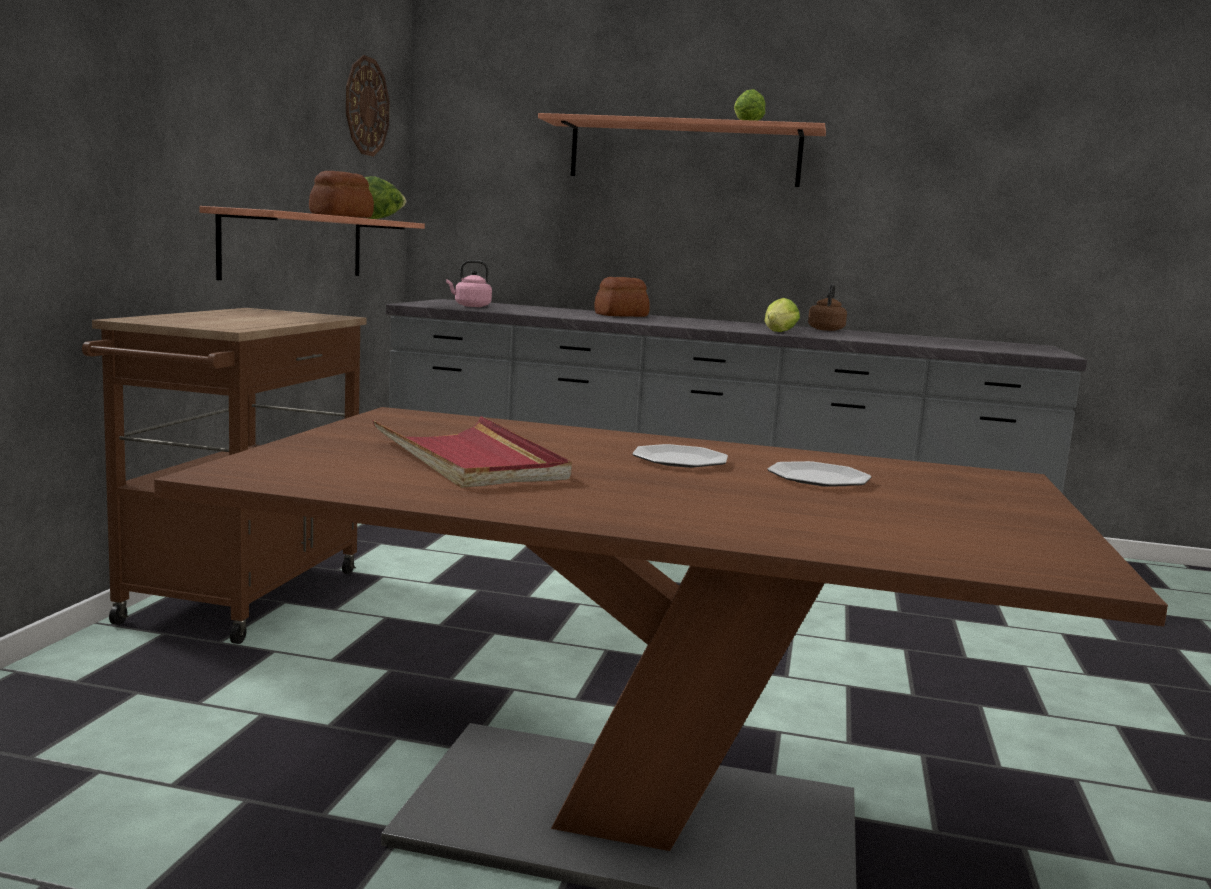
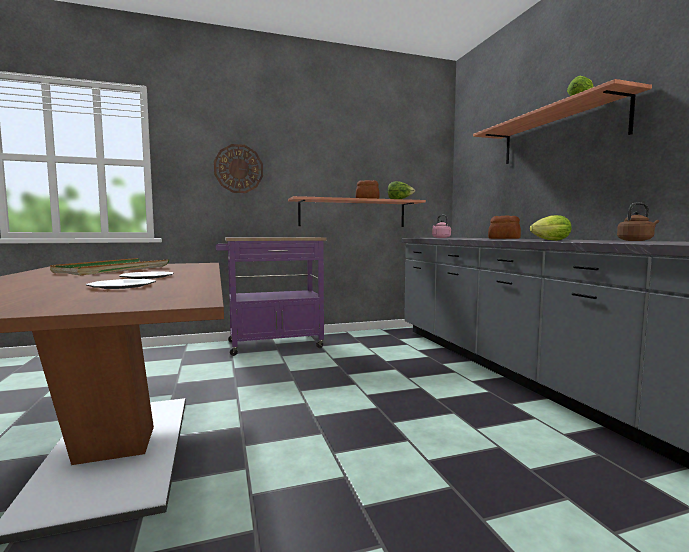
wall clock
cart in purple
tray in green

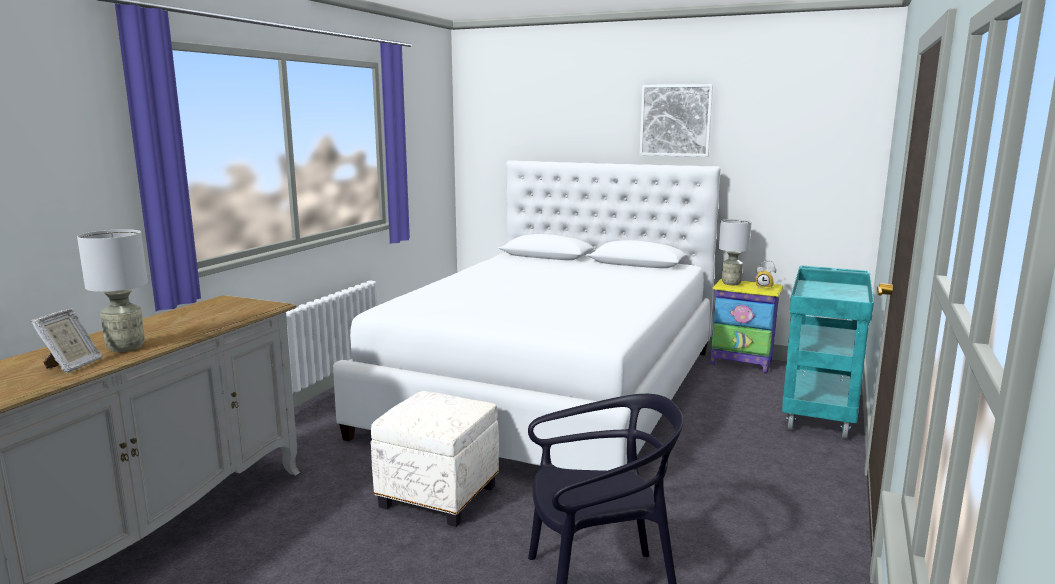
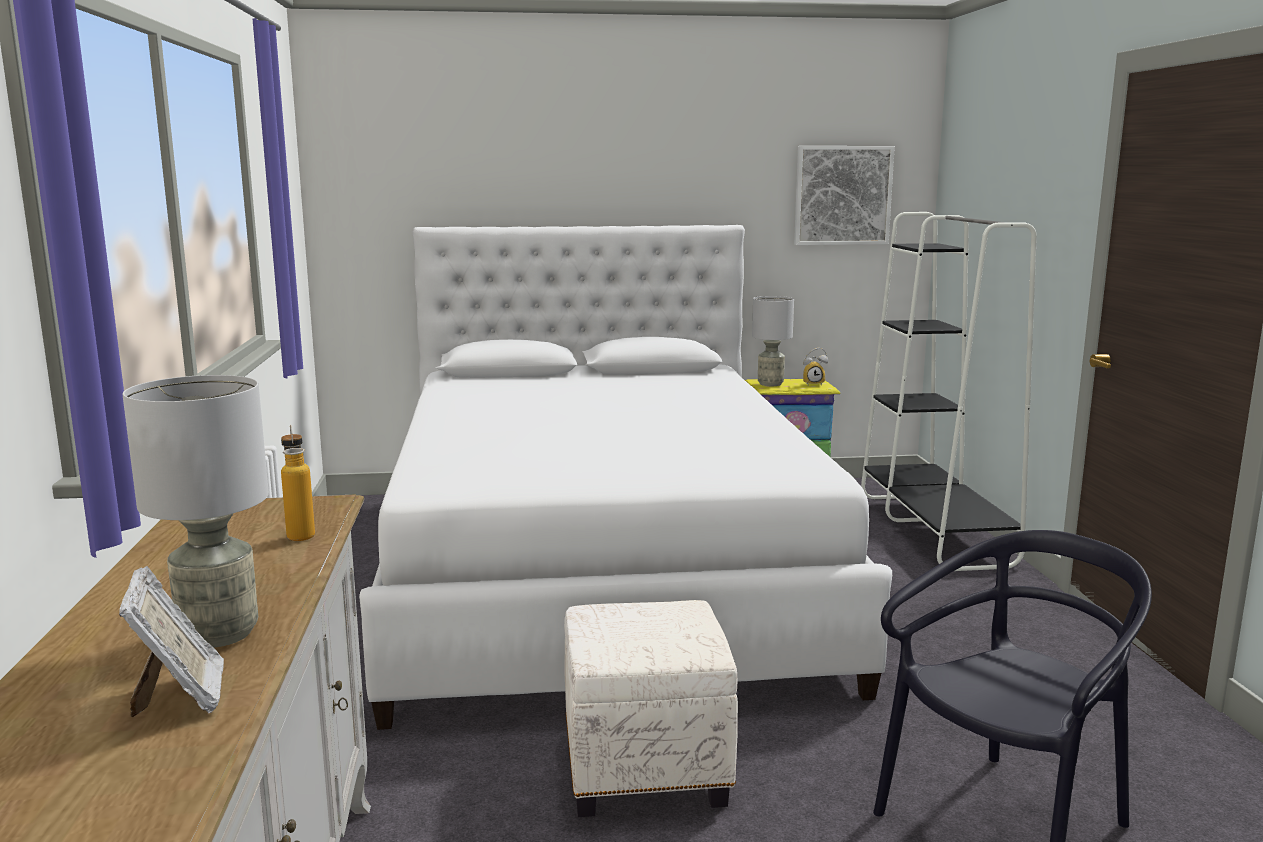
bottle
picture
clothes rack in black

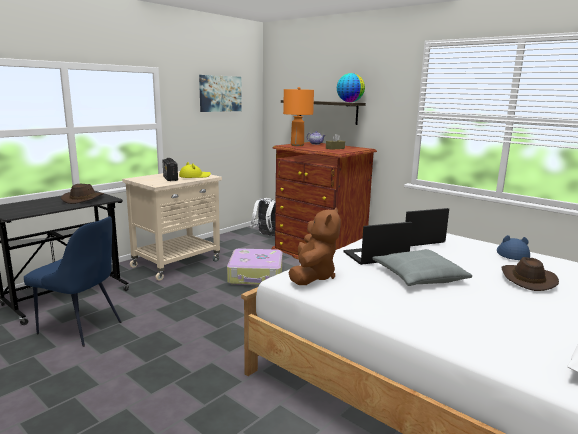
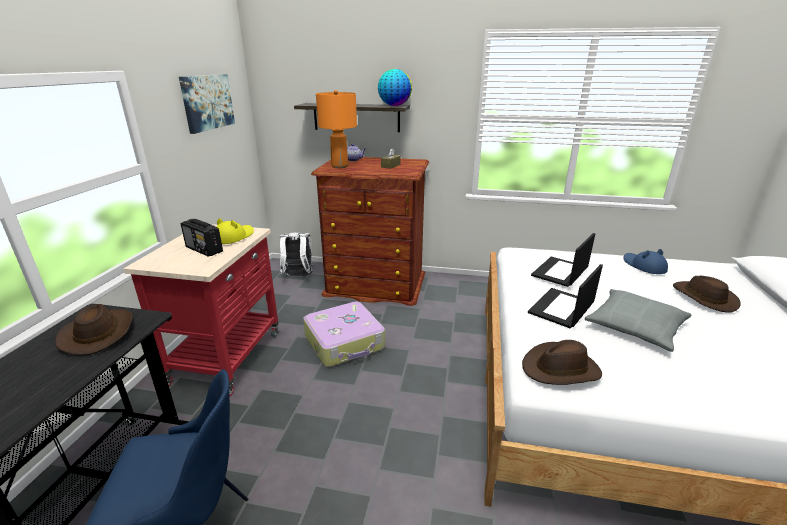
hat in brown (2nd from left)
cart in red

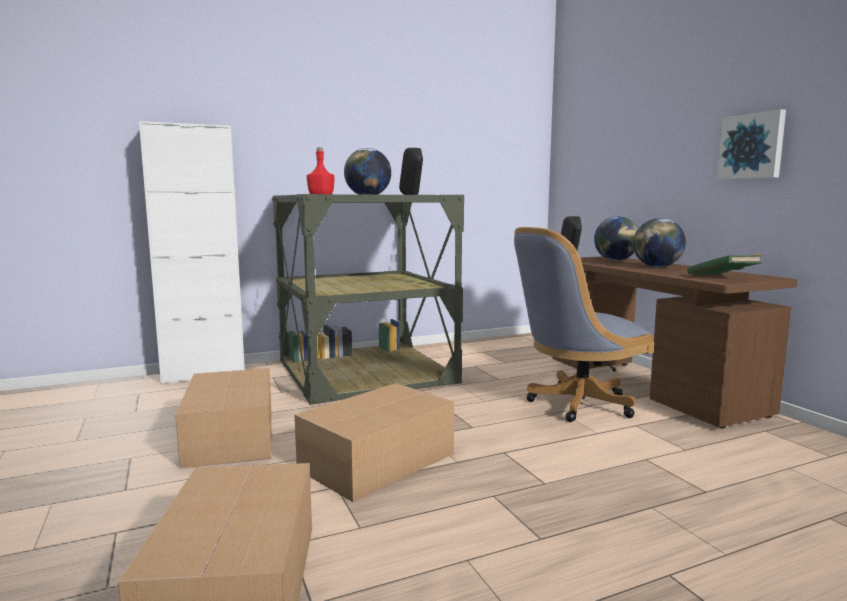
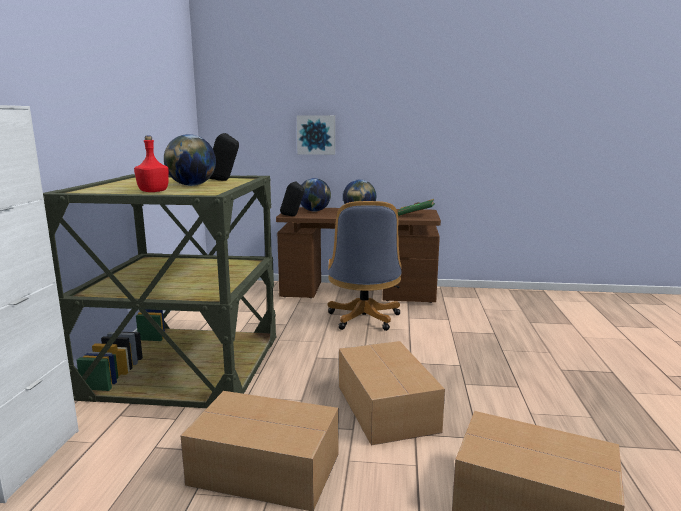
picture

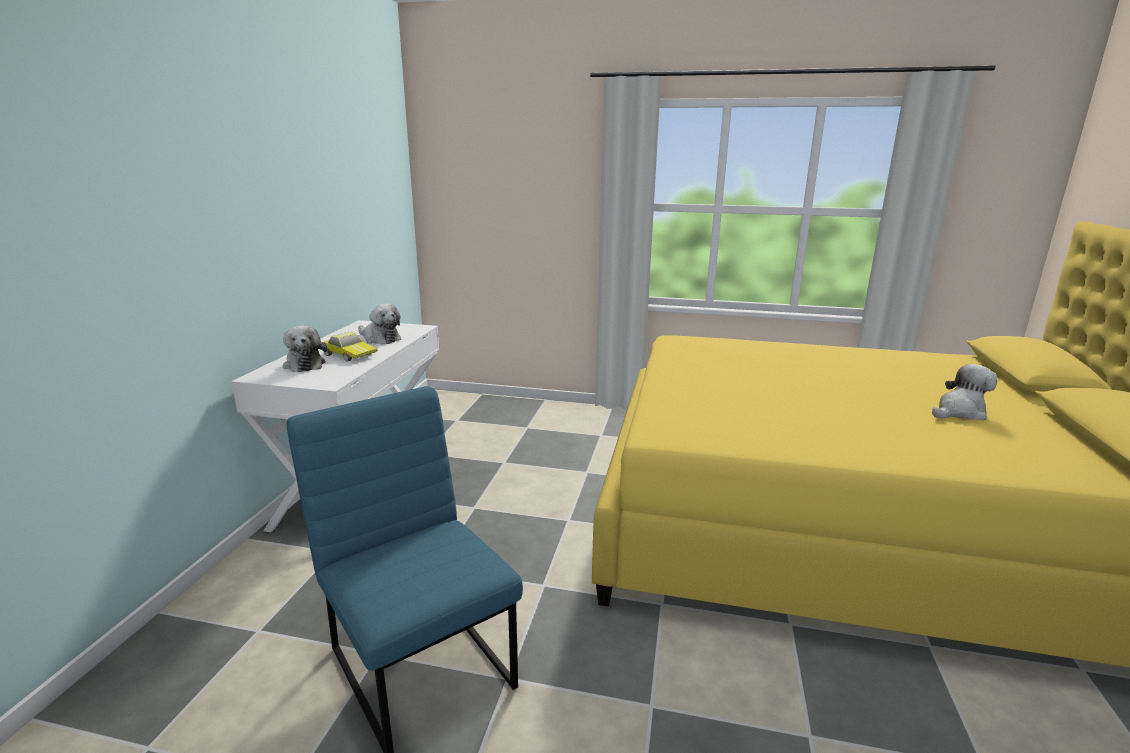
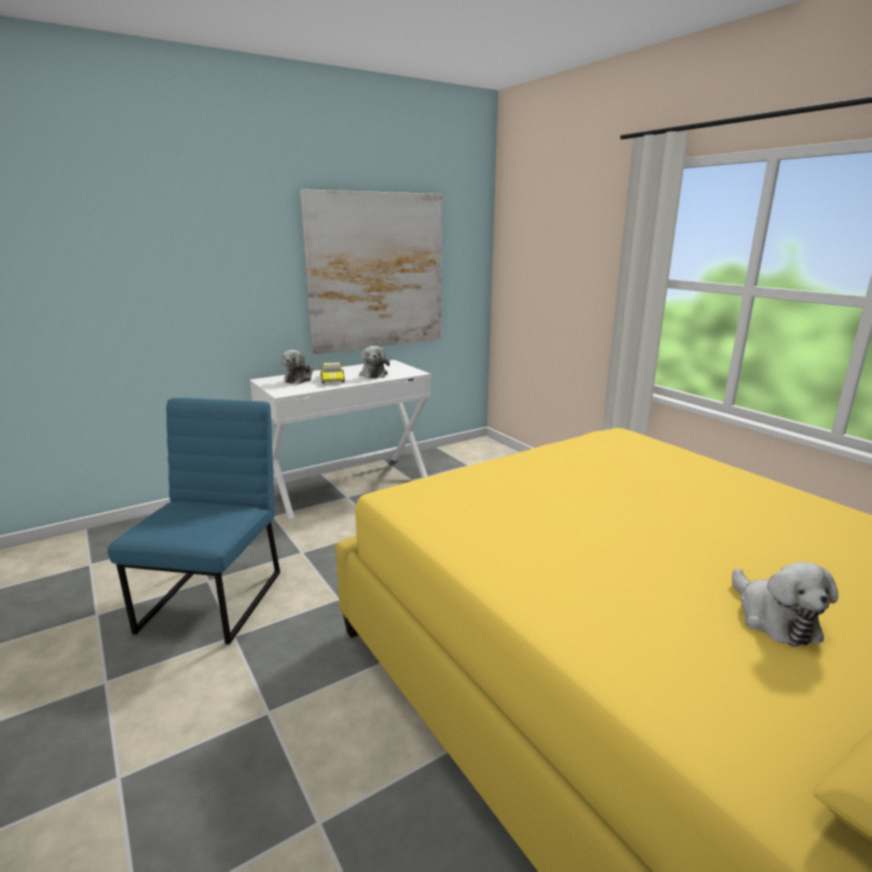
picture
plush toy (3rd from left)

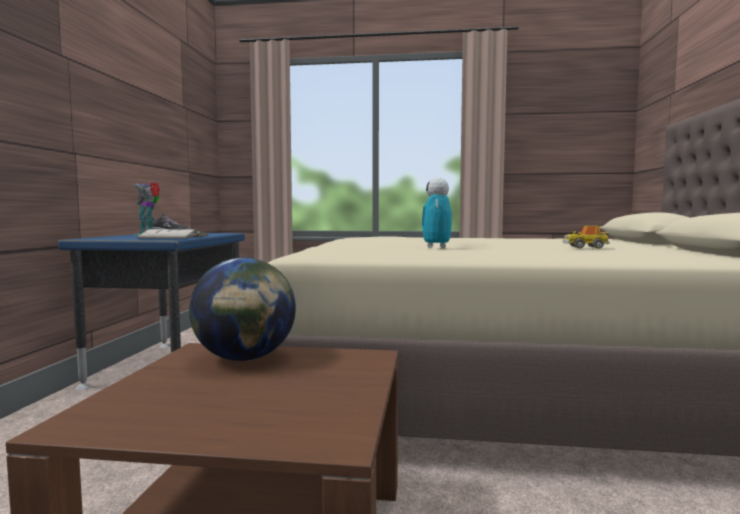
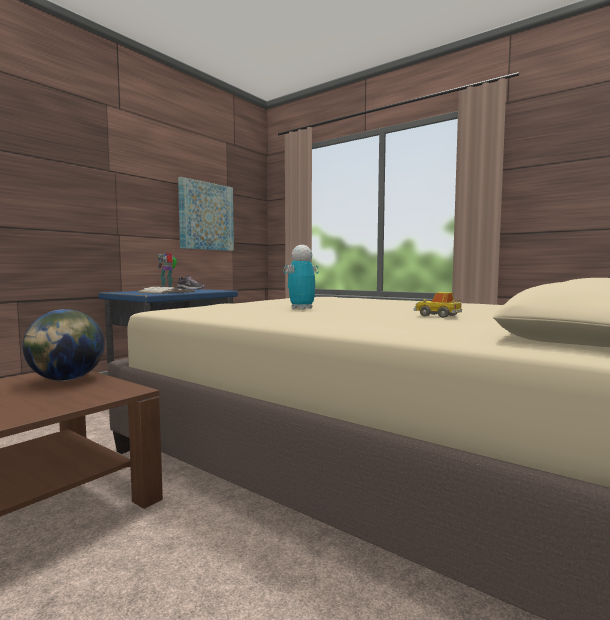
picture

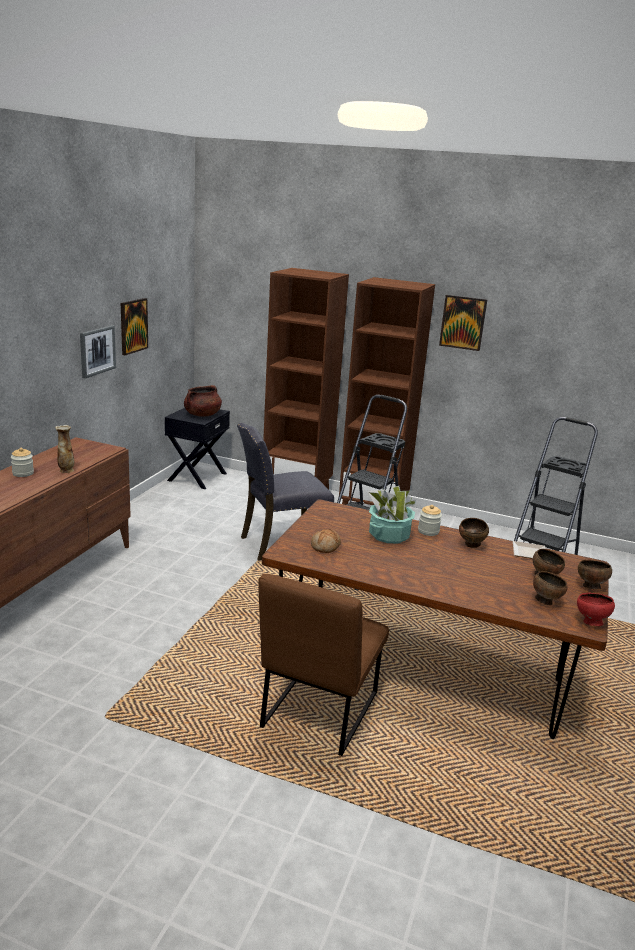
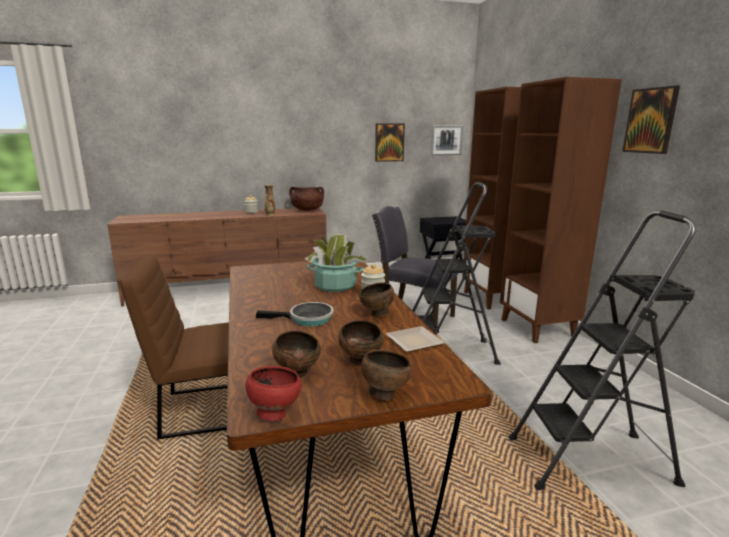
bread
frying pan
picture (2nd from left)
cooking pot in brown

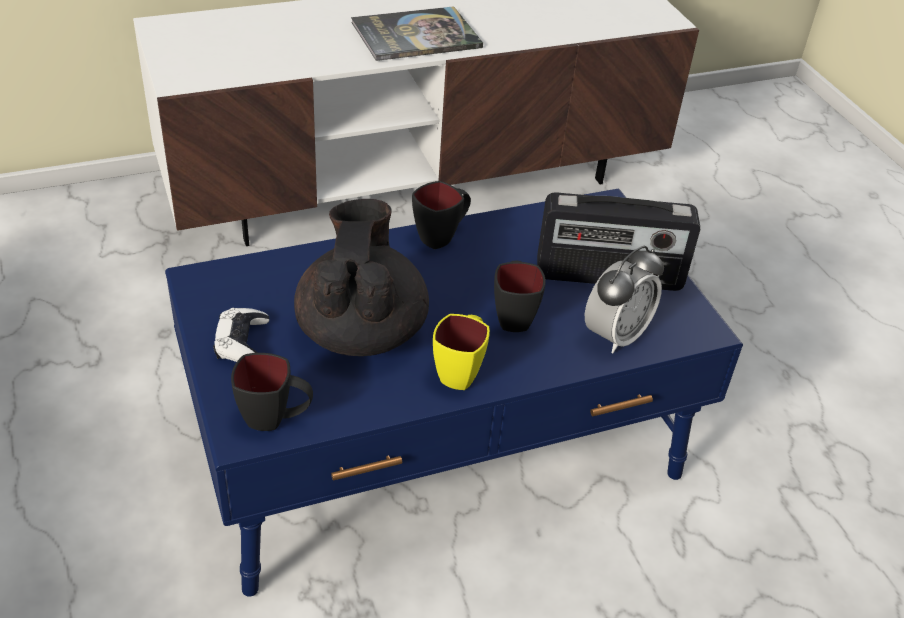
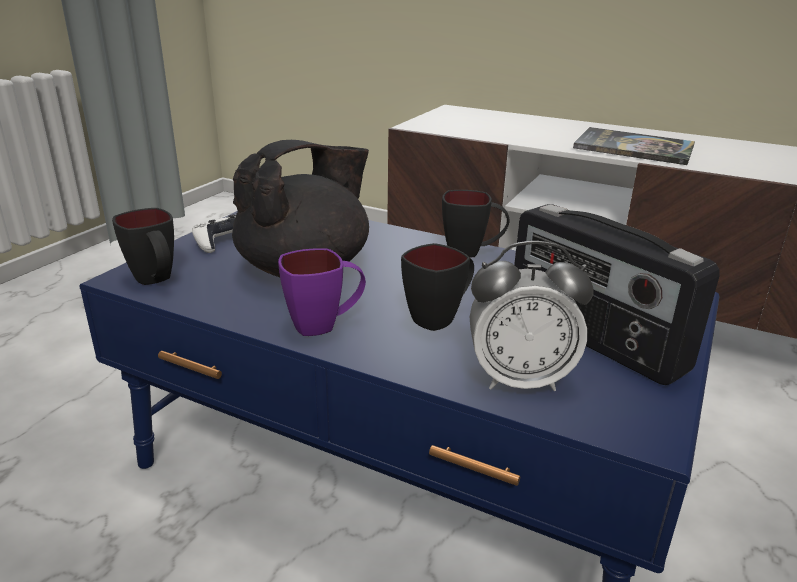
mug in purple

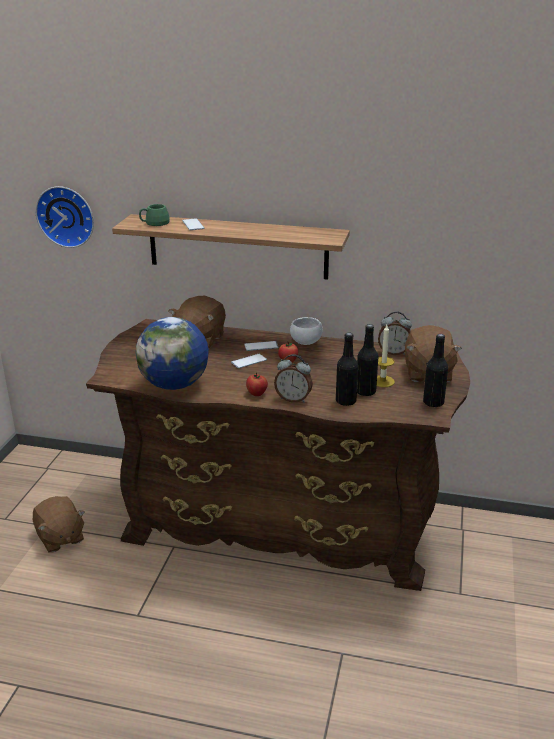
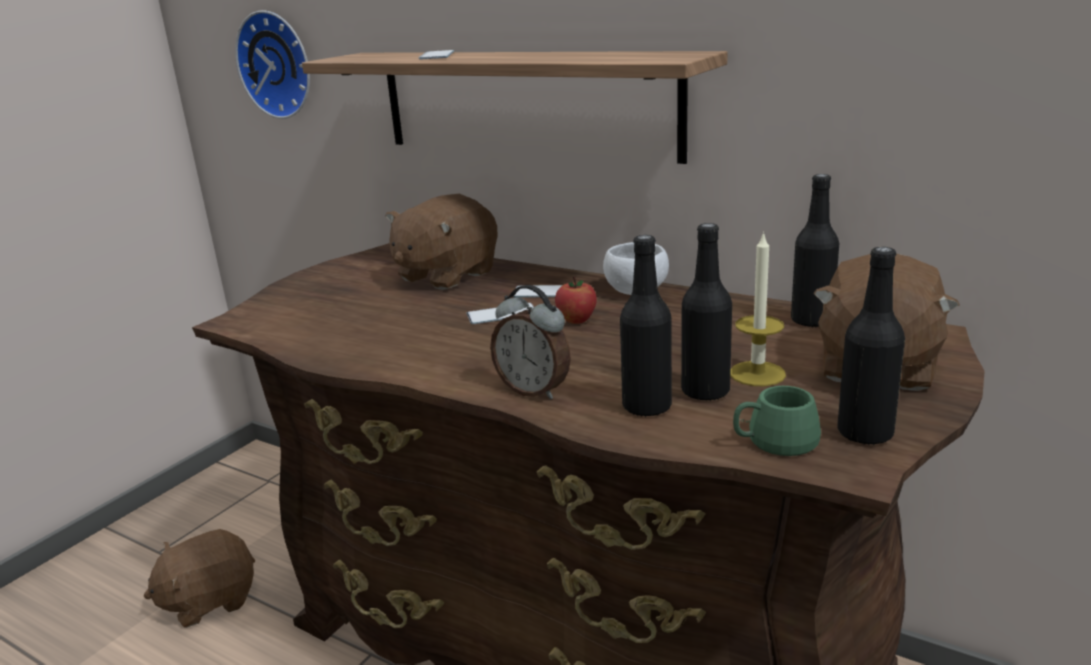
globe
apple (1st from left in the first image)
mug in green
bottle in black (3rd from left)
plush toy in brown (1st from left)

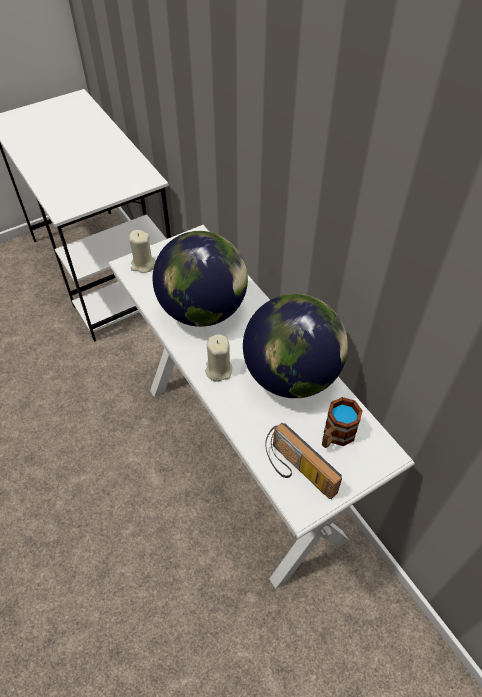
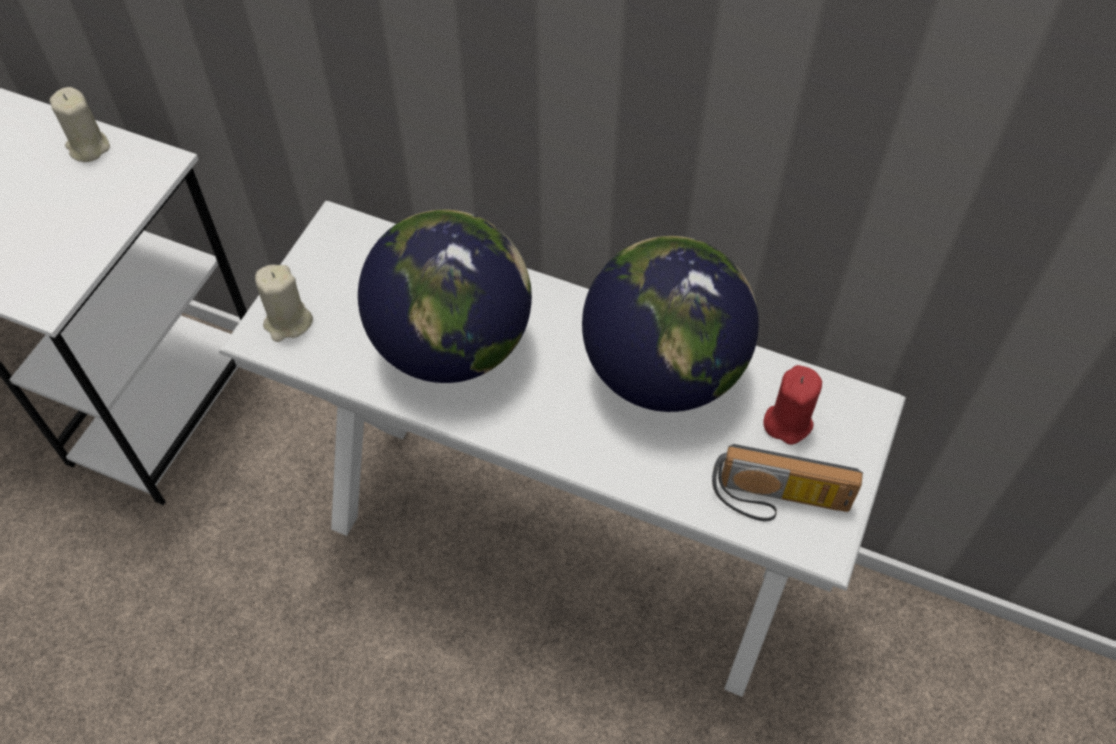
candle in beige (1st from left)
candle in red

